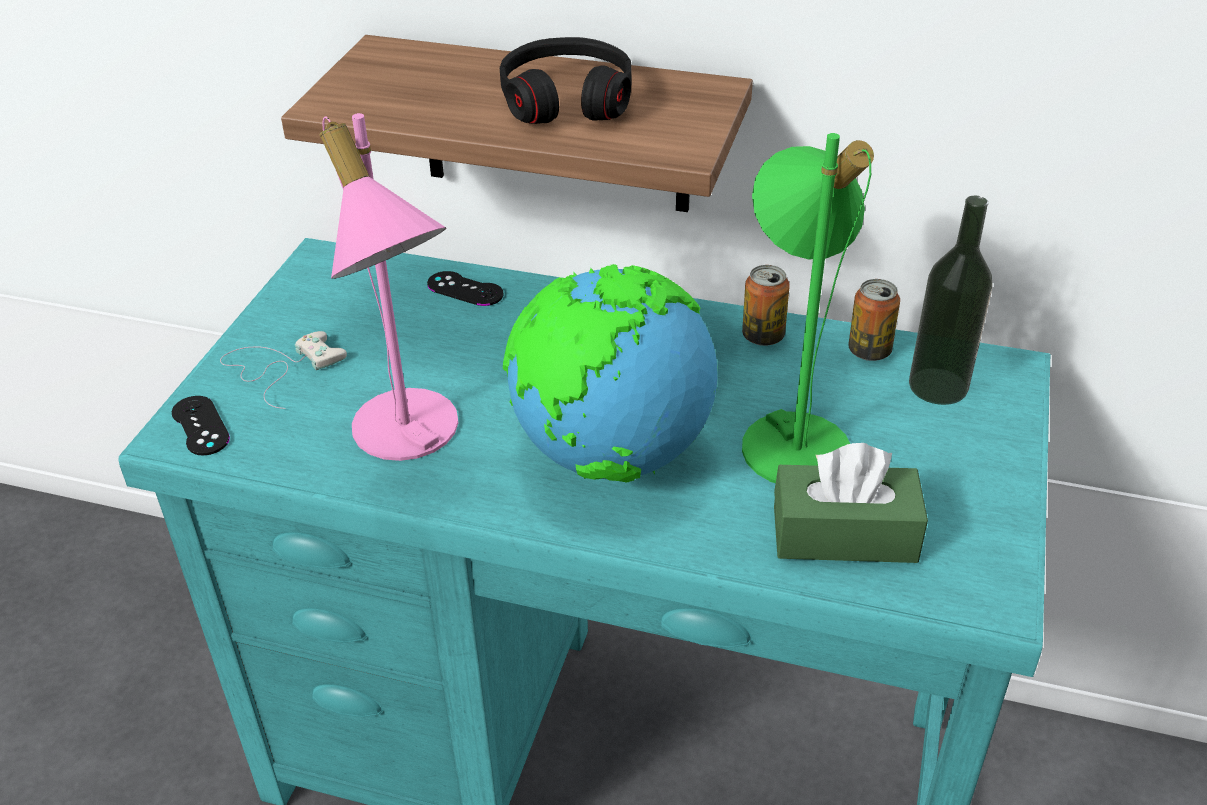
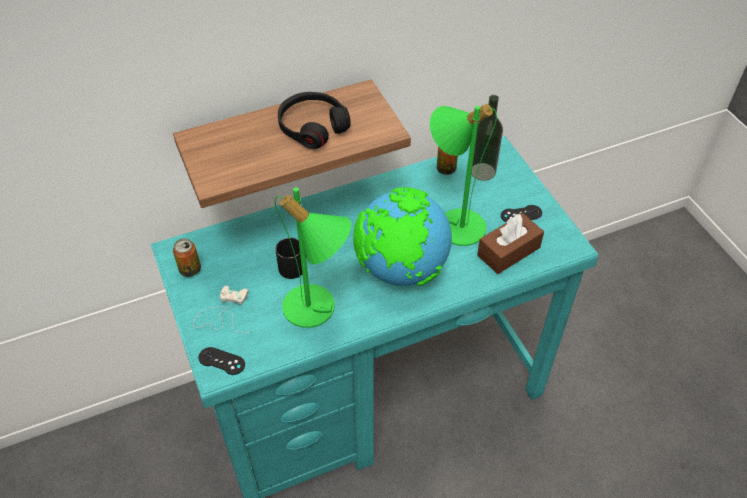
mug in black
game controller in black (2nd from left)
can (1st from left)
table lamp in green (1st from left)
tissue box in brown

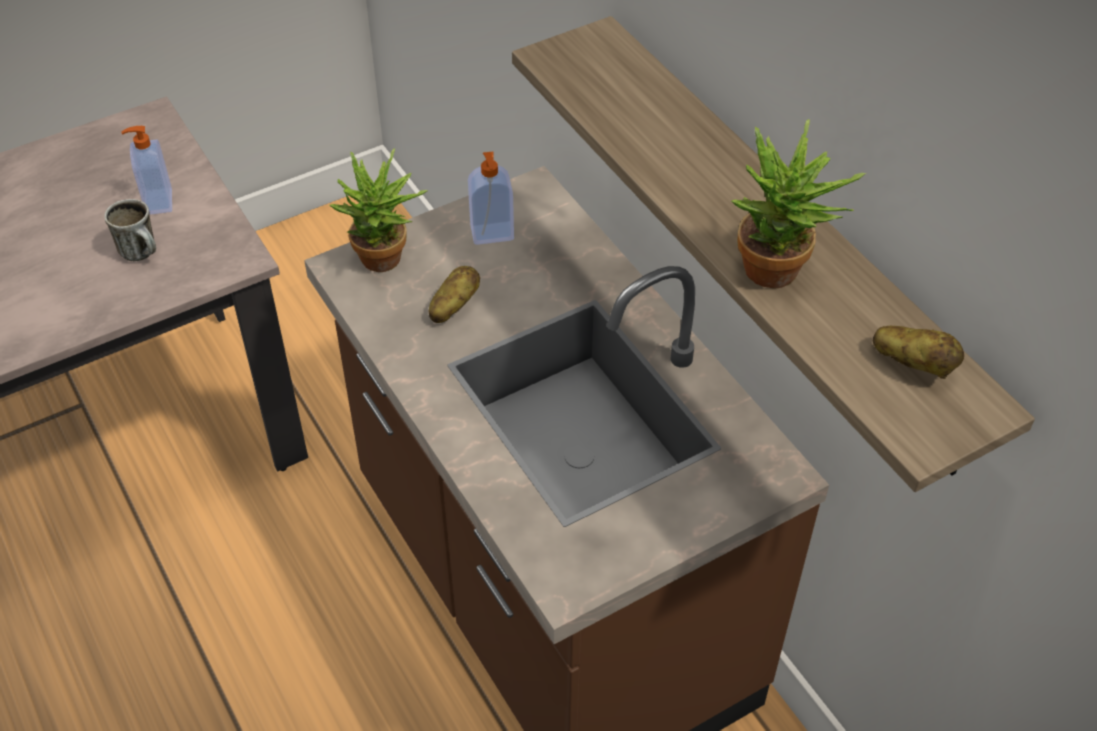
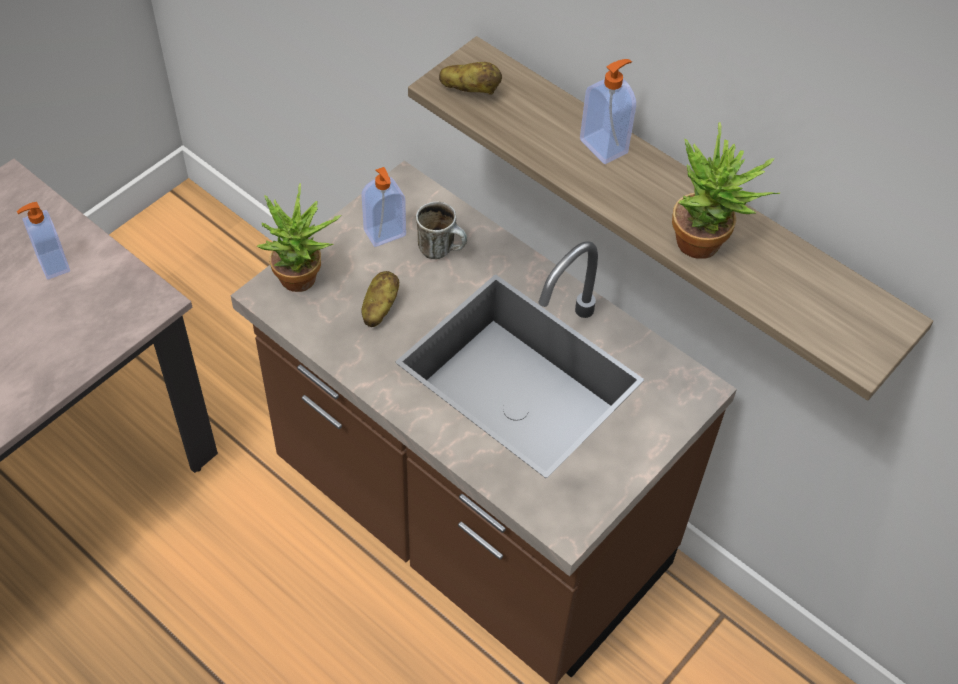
soap dispenser (3rd from left)
mug
potato (2nd from left)

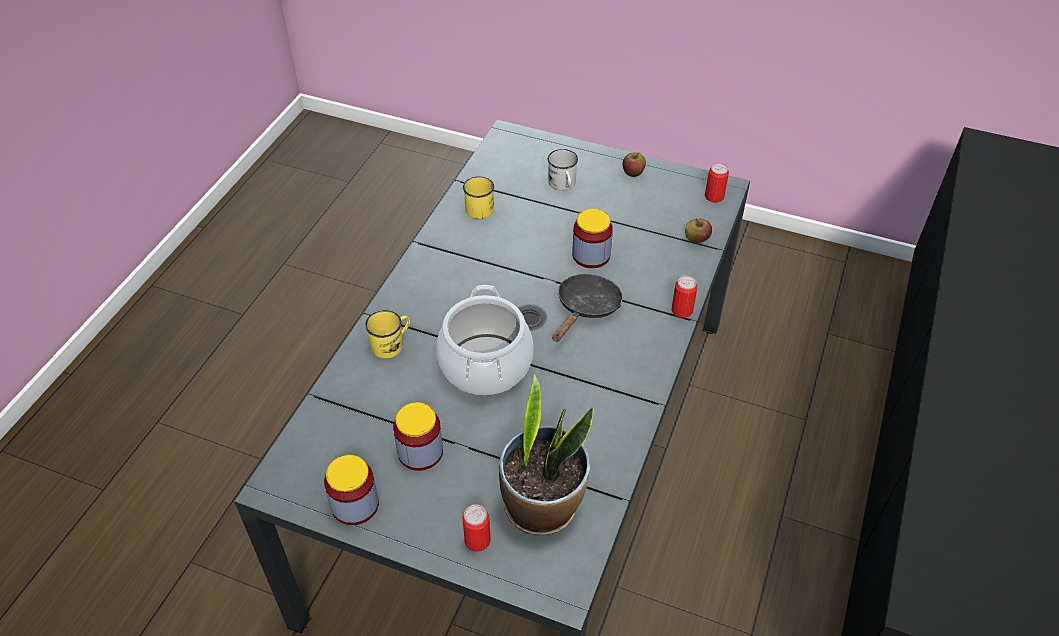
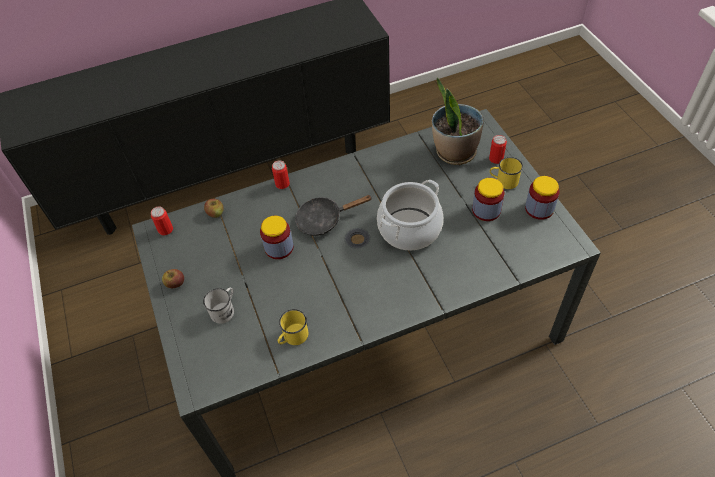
mug in yellow (2nd from left)

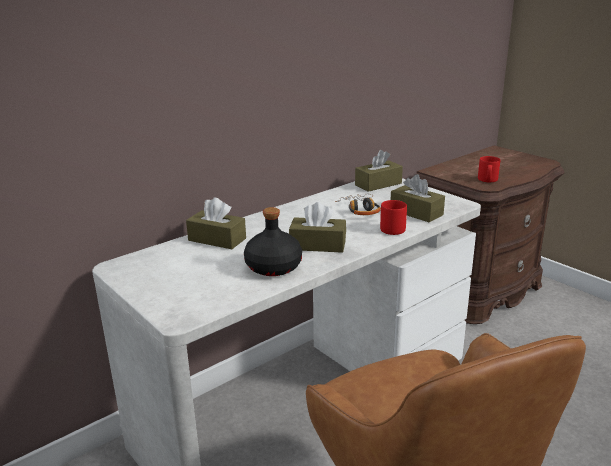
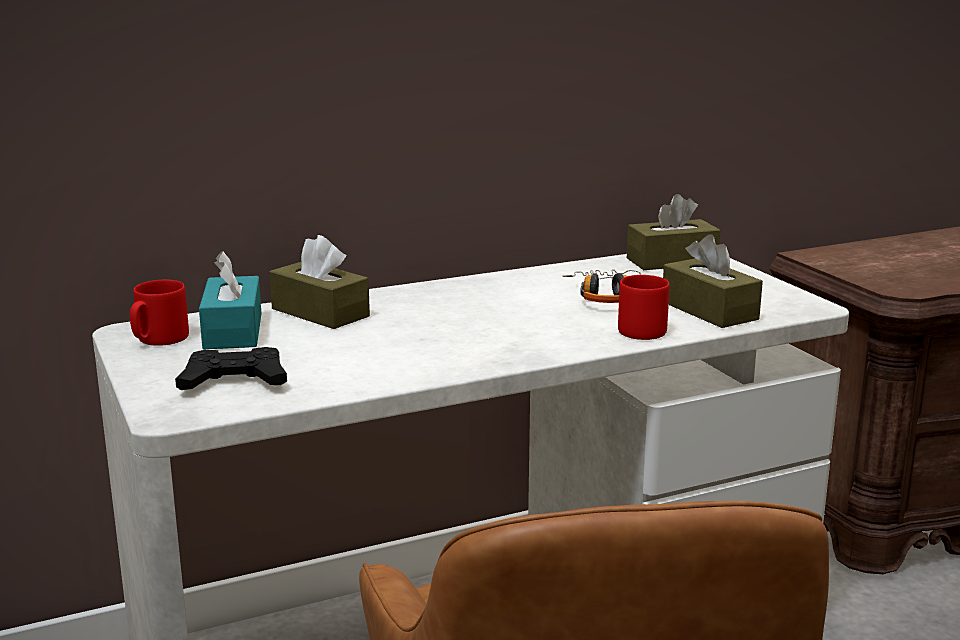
bottle in black
tissue box in brown (2nd from left in the first image)
game controller in black
tissue box in turquoise
mug in red (1st from left)

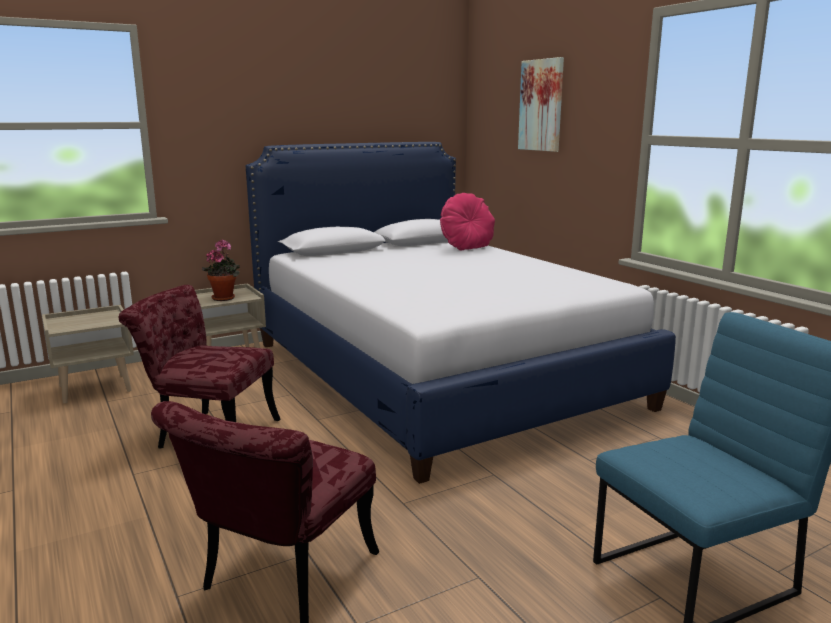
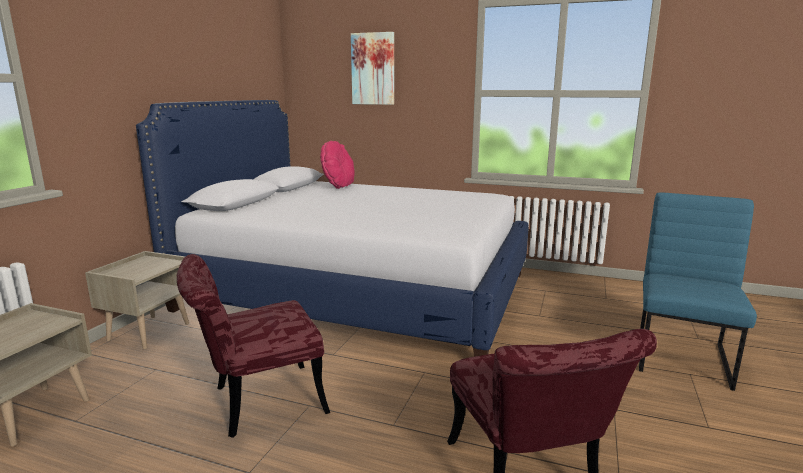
potted plant

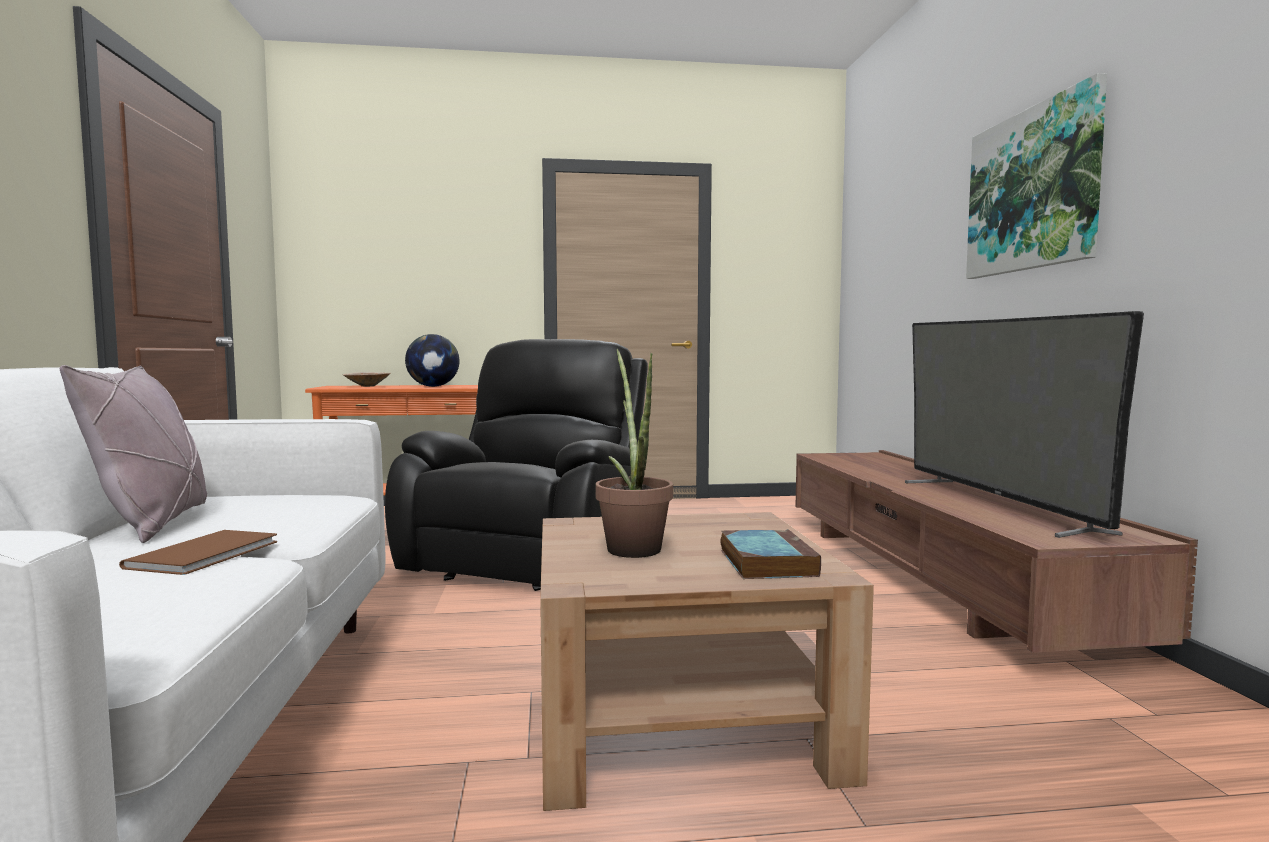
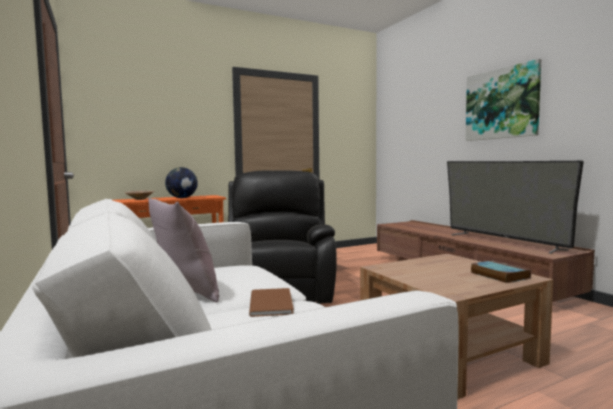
potted plant

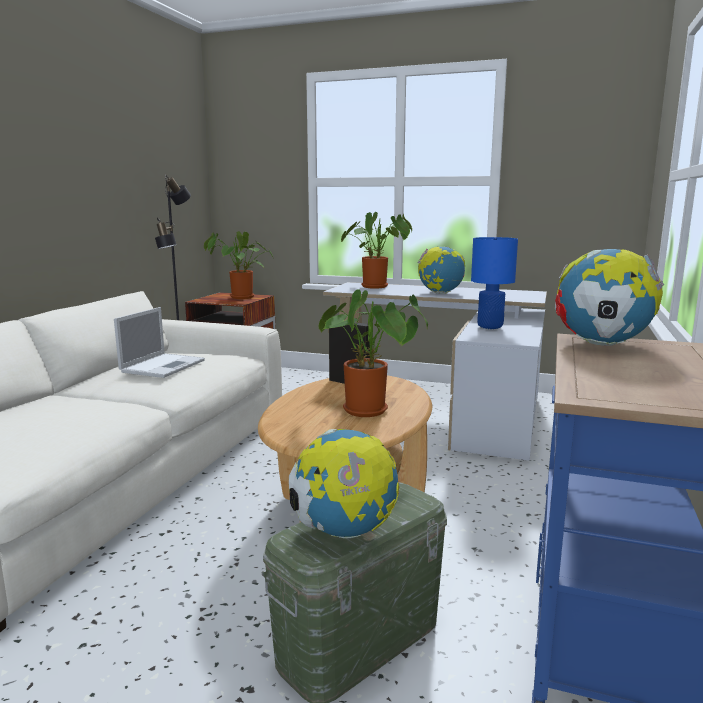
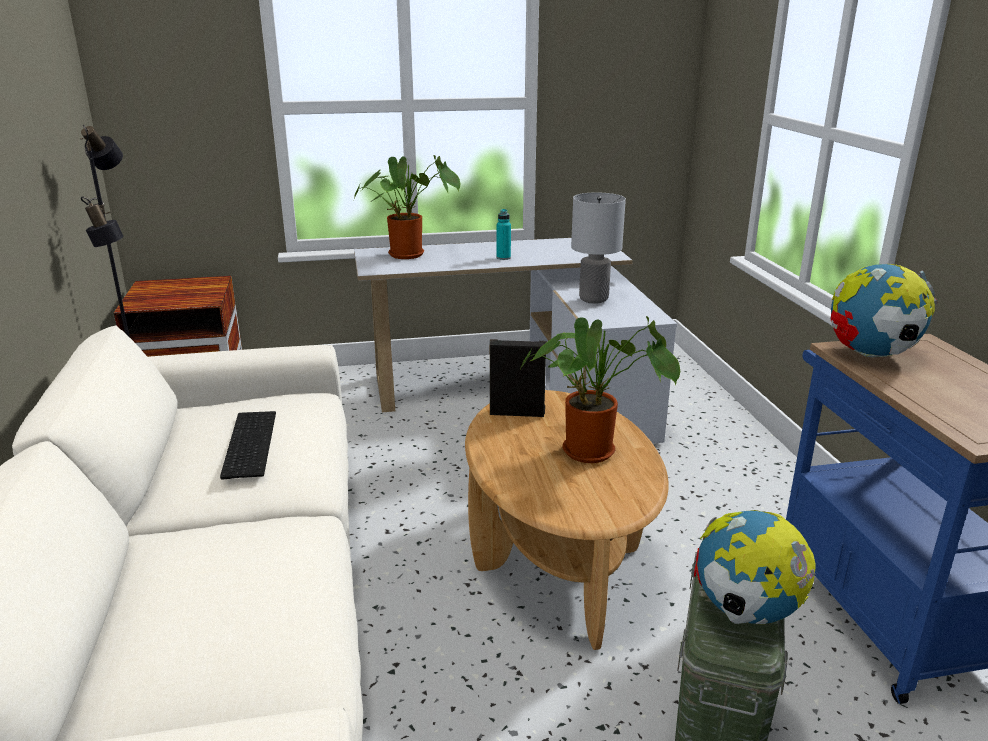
potted plant (1st from left in the first image)
keyboard
bottle in turquoise
table lamp in grey

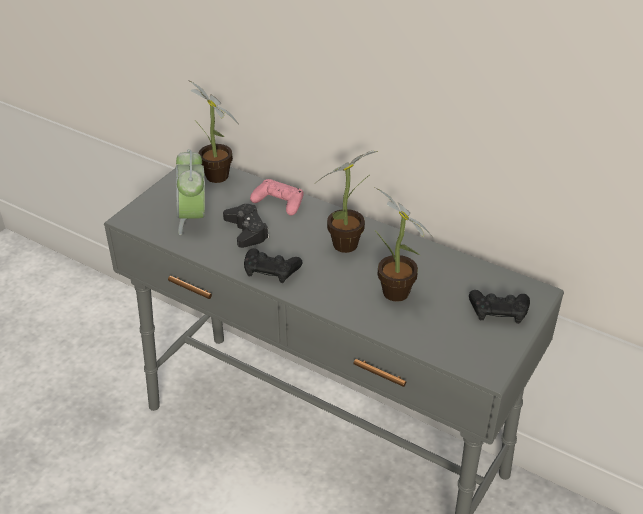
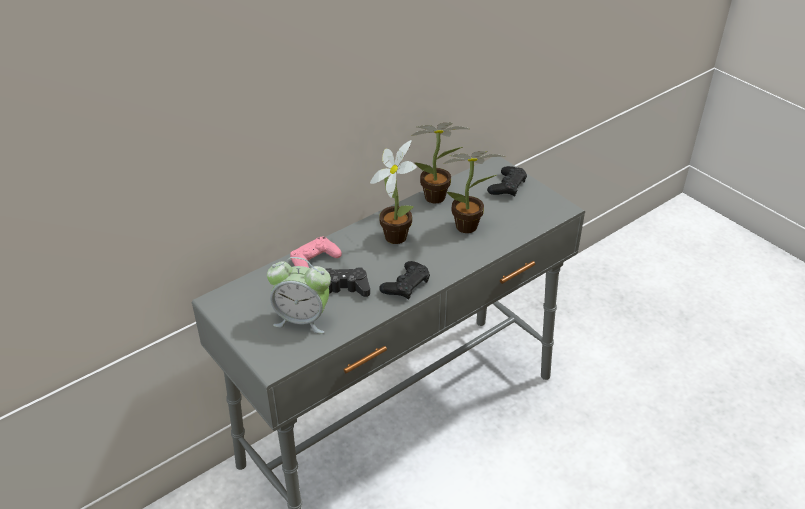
potted plant (2nd from left)

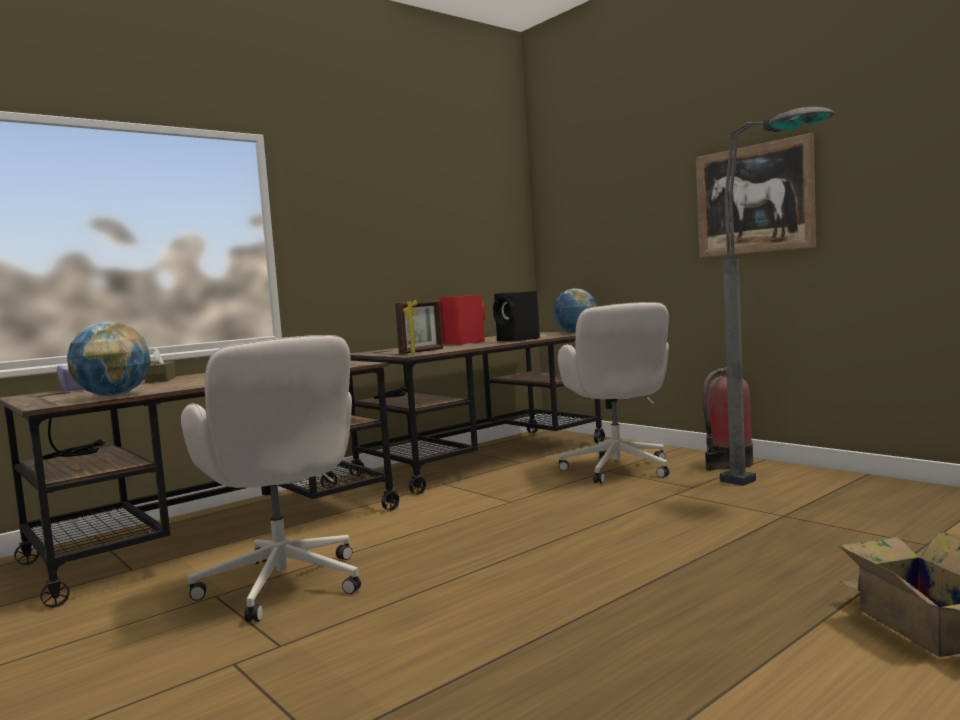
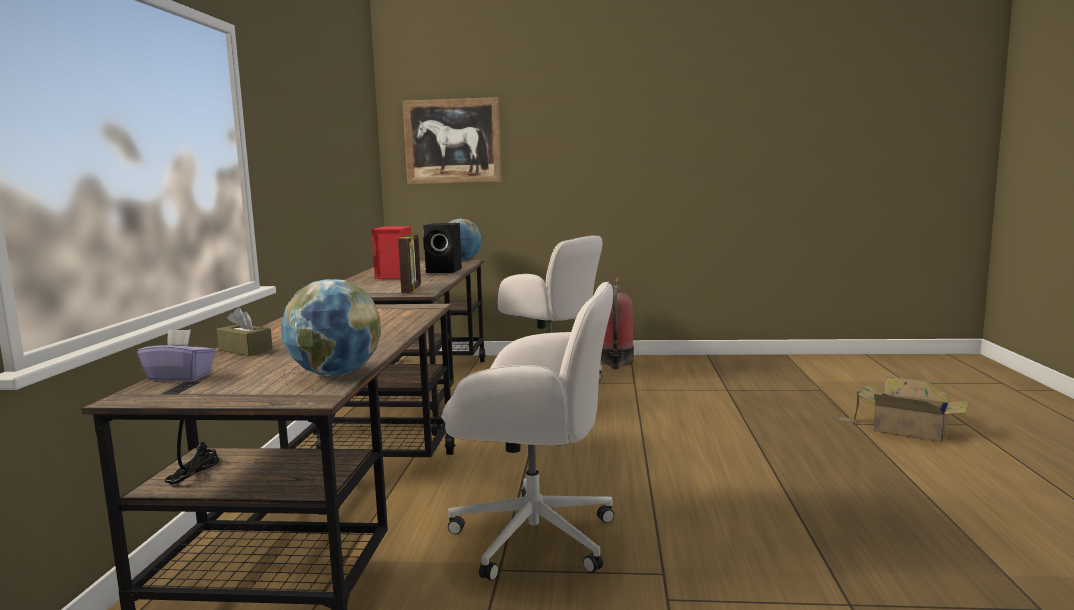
floor lamp in grey
picture

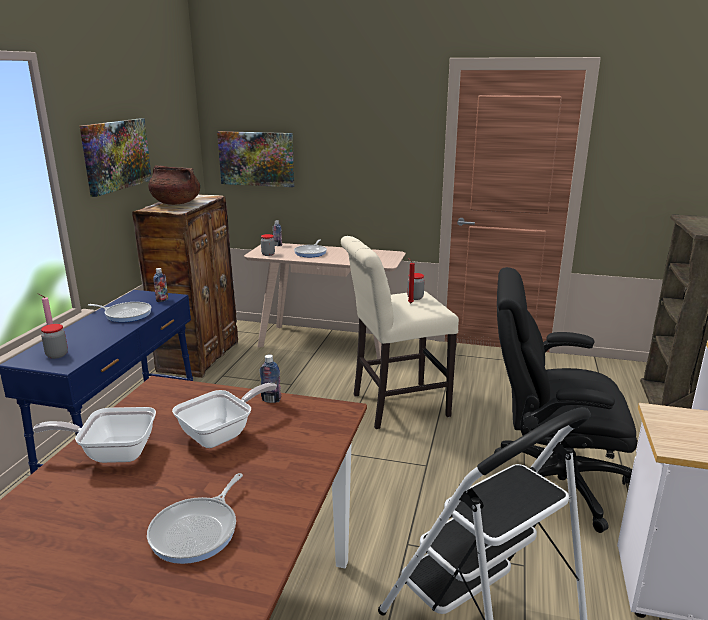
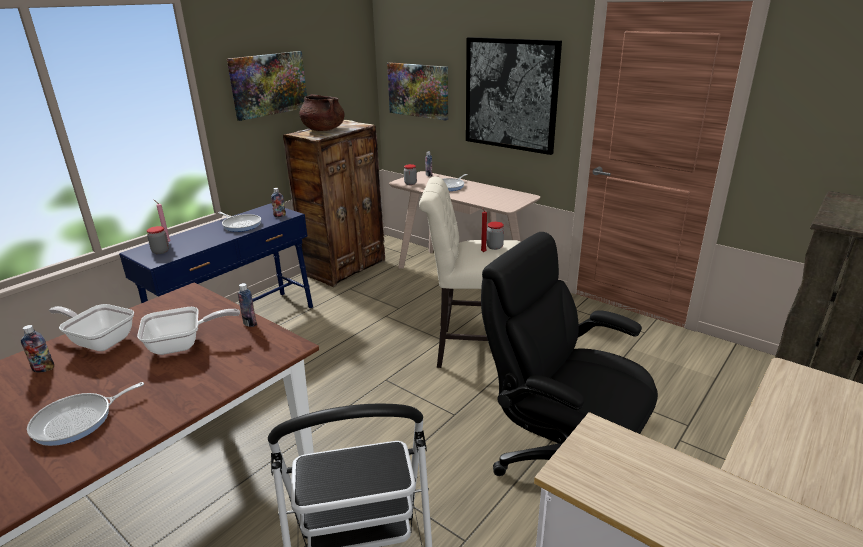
bottle (1st from left)
picture (3rd from left)

